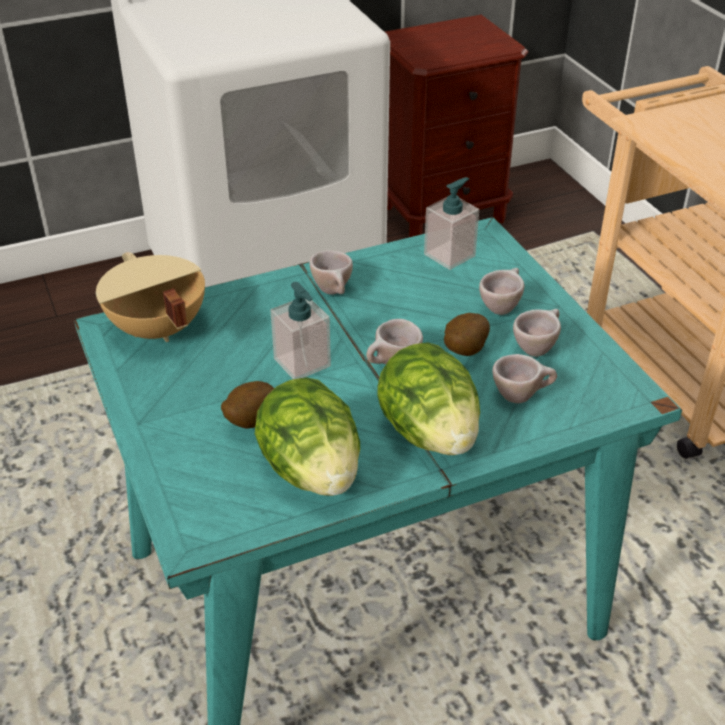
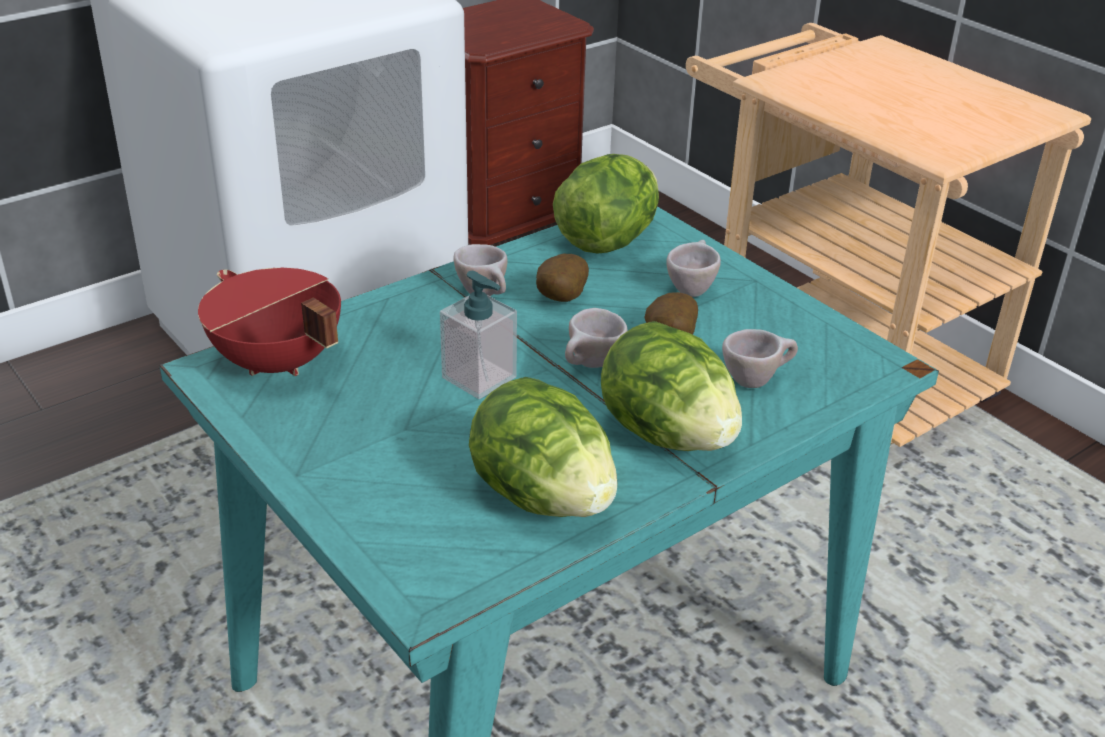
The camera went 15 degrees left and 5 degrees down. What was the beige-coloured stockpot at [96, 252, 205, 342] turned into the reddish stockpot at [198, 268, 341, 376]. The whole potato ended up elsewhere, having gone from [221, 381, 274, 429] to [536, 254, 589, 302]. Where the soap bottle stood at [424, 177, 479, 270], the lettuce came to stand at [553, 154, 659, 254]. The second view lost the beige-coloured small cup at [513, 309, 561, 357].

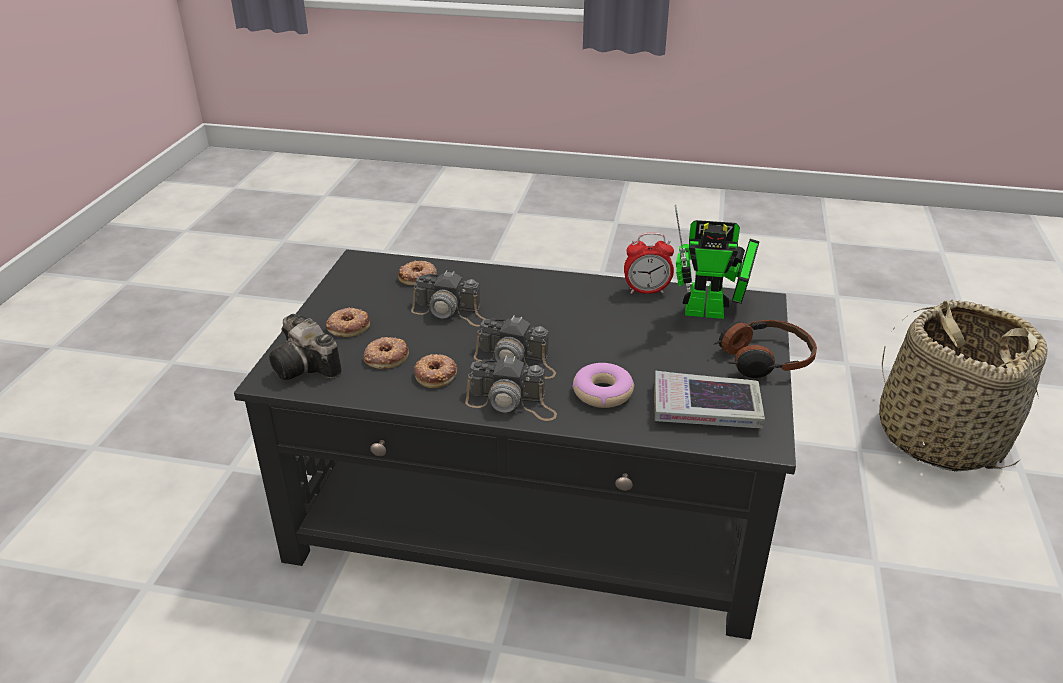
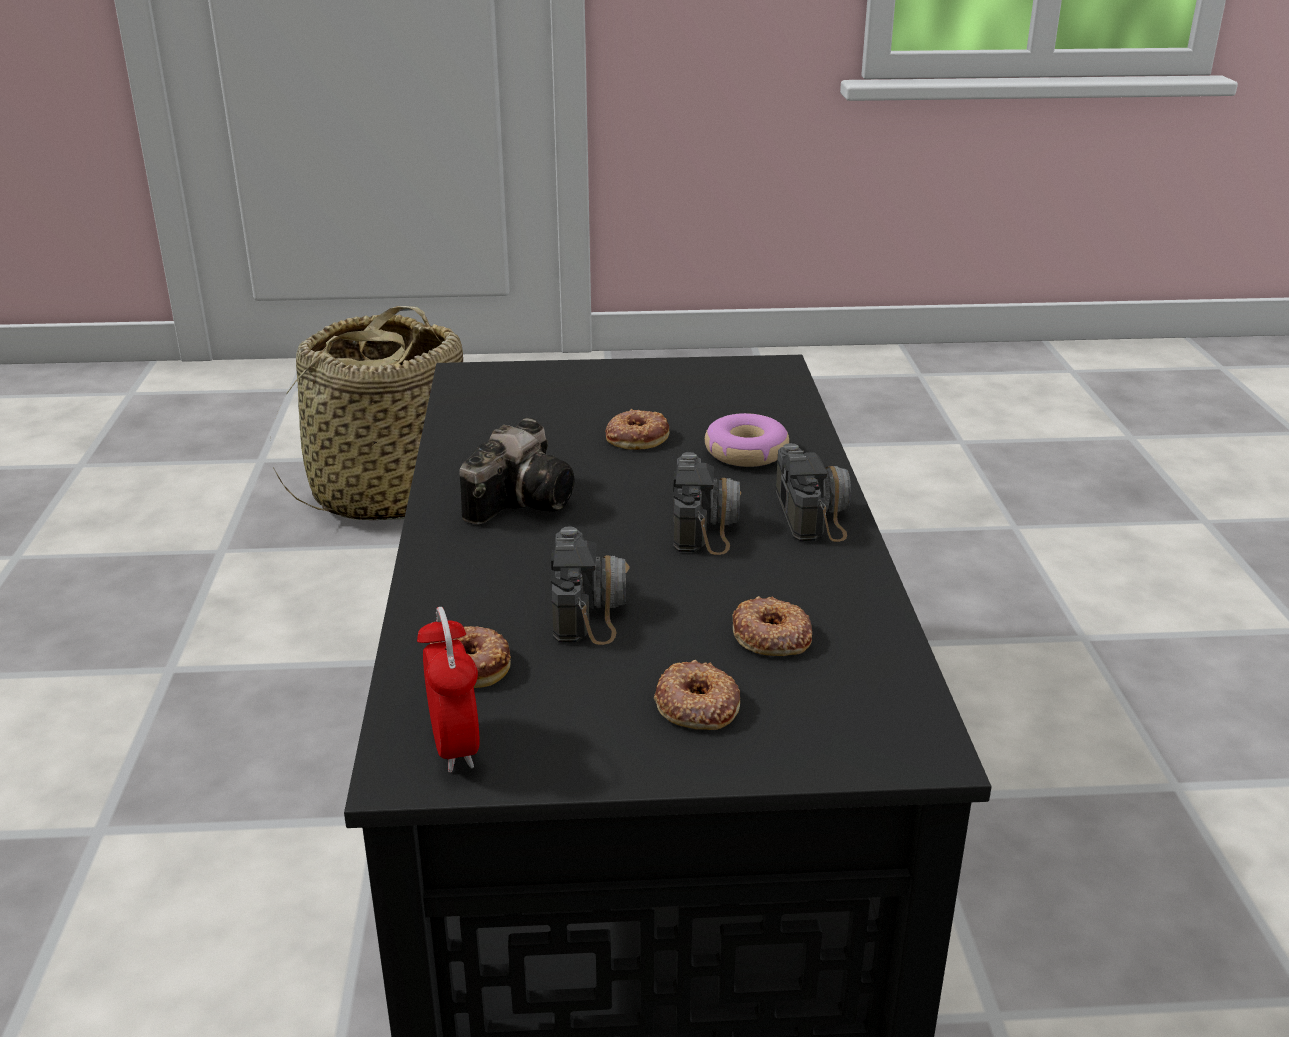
The camera went 105 degrees left and 5 degrees down. The photo camera ended up elsewhere, having gone from [269, 314, 342, 380] to [459, 418, 575, 524]. The doughnut ended up elsewhere, having gone from [414, 354, 457, 388] to [605, 409, 670, 450]. The alarm clock ended up elsewhere, having gone from [624, 233, 674, 294] to [417, 607, 480, 773]. The second view lost the book at [654, 371, 765, 429]. The second view lost the toy robot at [675, 205, 760, 319]. The second view lost the pair of headphones at [713, 320, 817, 378].

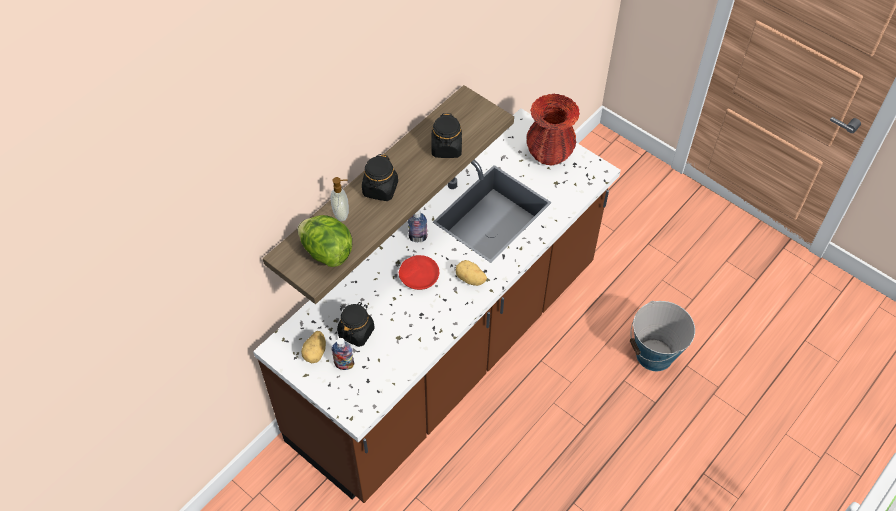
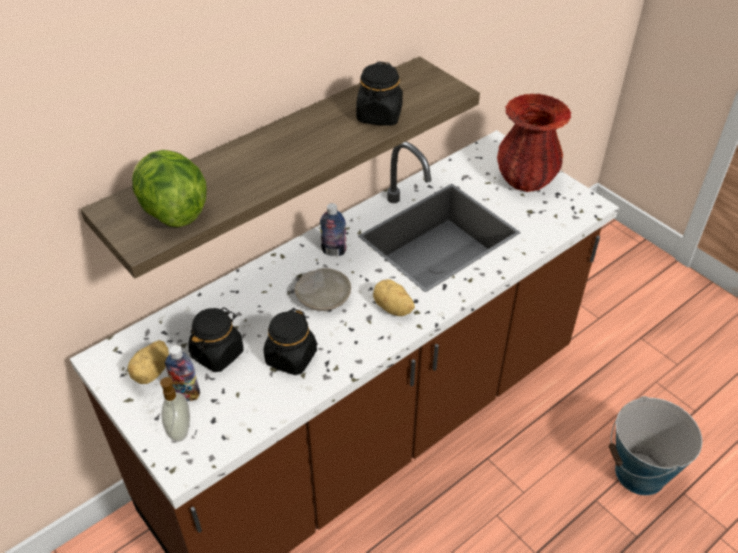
The camera went 10 degrees right and 10 degrees down. The soap bottle ended up elsewhere, having gone from [330, 177, 349, 221] to [160, 377, 190, 442]. The black-coloured jar ended up elsewhere, having gone from [362, 154, 398, 201] to [264, 308, 317, 375]. What was the reddish dinner plate at [399, 255, 439, 290] turned into the beige-coloured dinner plate at [295, 268, 351, 311].

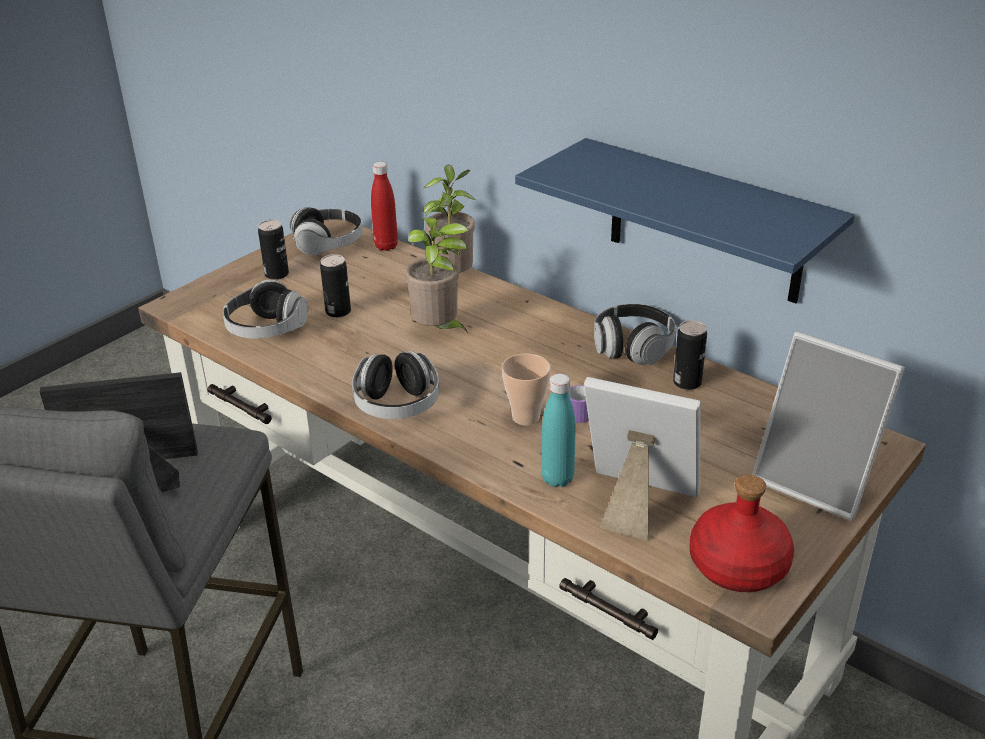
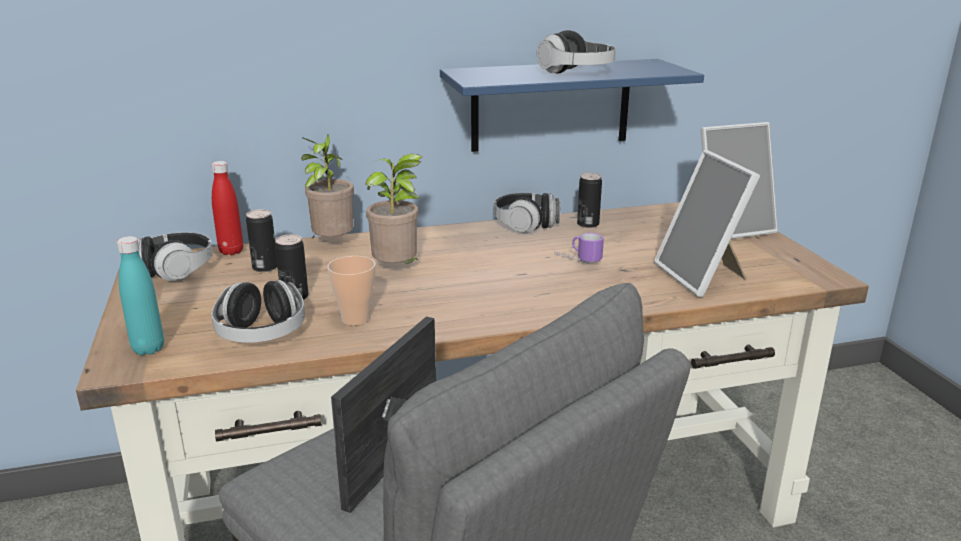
The camera went 55 degrees left and 10 degrees down. The metal can ended up elsewhere, having gone from [258, 220, 289, 280] to [246, 209, 277, 272]. The pair of headphones ended up elsewhere, having gone from [352, 351, 439, 419] to [537, 30, 616, 74]. The small cup ended up elsewhere, having gone from [502, 354, 551, 426] to [327, 256, 375, 326]. The turquoise drink bottle ended up elsewhere, having gone from [541, 373, 576, 487] to [117, 236, 164, 355]. The photo frame at [584, 377, 701, 540] ended up facing another way, 75 degrees counterclockwise from before. The second view lost the reddish drink bottle at [689, 475, 794, 592].

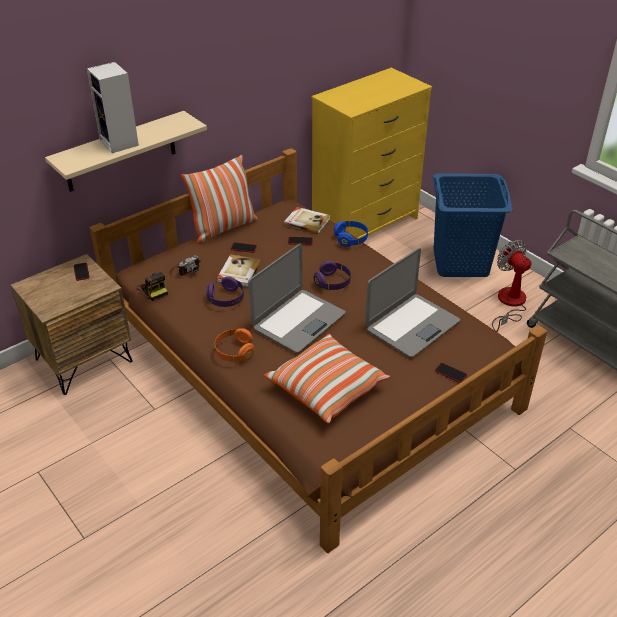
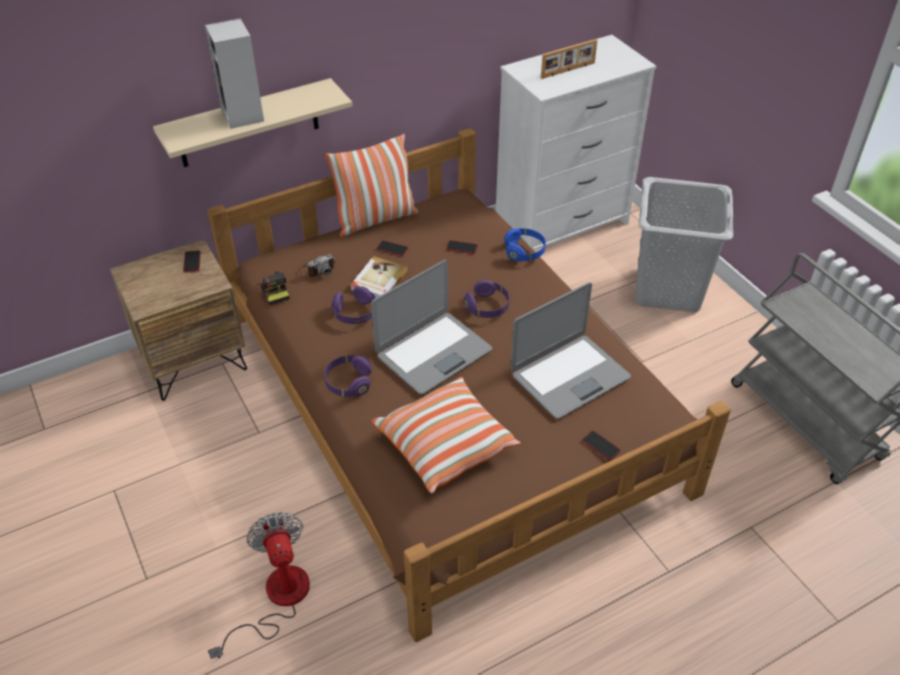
The camera went 10 degrees right and 5 degrees up. What was the orangey pair of headphones at [214, 328, 254, 362] turned into the purple-coloured pair of headphones at [324, 355, 372, 397]. The second view lost the book at [284, 207, 330, 234]. What was the yellow-coloured dresser at [311, 68, 432, 239] turned into the white dresser at [496, 35, 656, 250]. What was the blue laundry basket at [433, 173, 513, 277] turned into the grey laundry basket at [635, 177, 733, 312]. The cooling fan ended up elsewhere, having gone from [492, 240, 531, 332] to [208, 512, 310, 659]. The second view gained the photo frame at [541, 39, 597, 79].

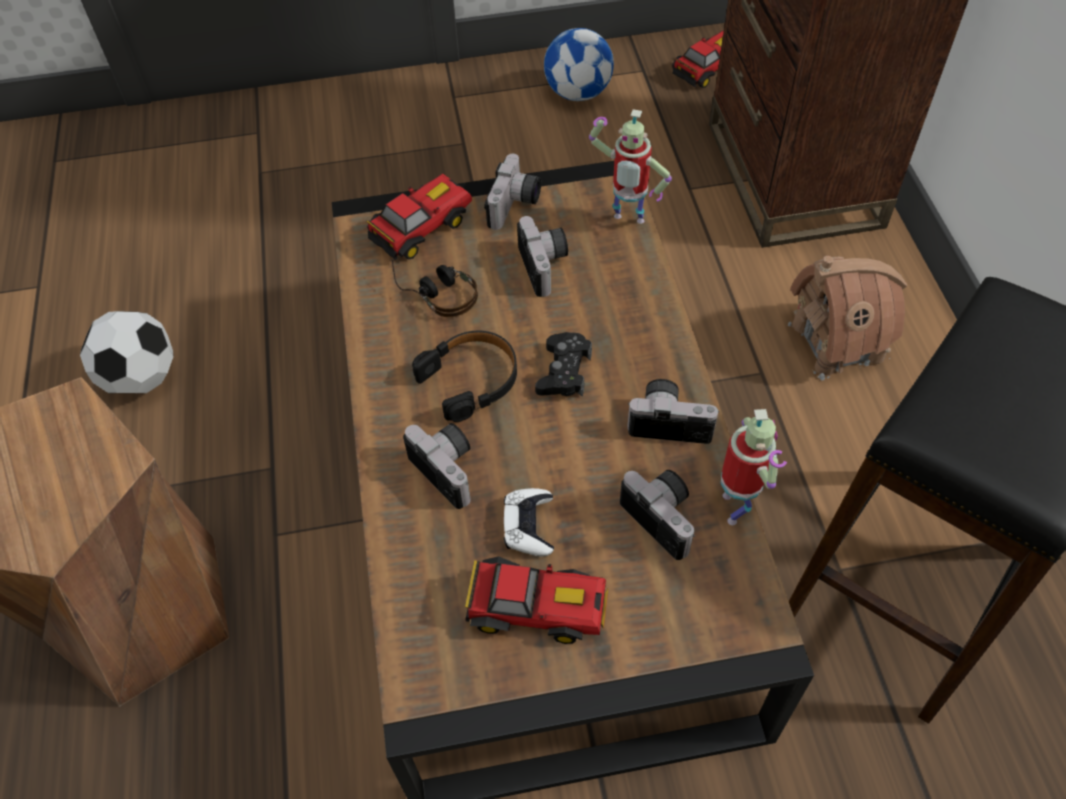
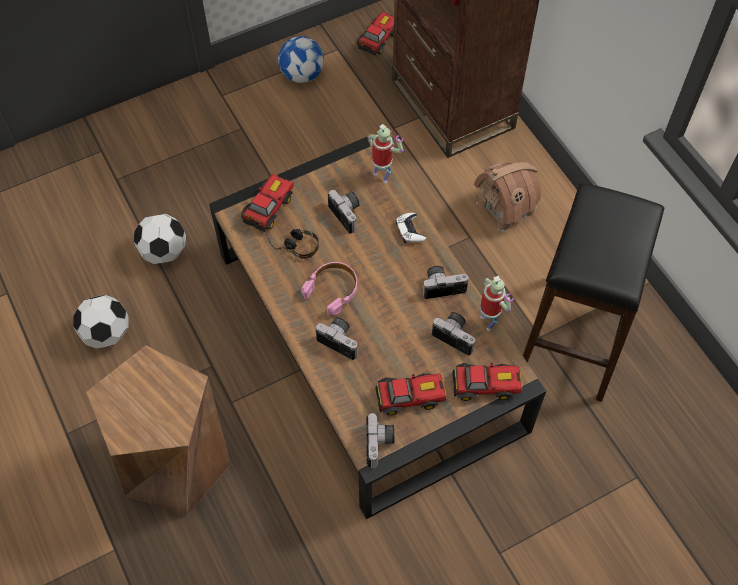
The camera went 20 degrees left and 5 degrees up. What was the black-coloured pair of headphones at [412, 331, 517, 422] turned into the pink pair of headphones at [301, 262, 357, 316]. The photo camera ended up elsewhere, having gone from [484, 154, 541, 230] to [366, 413, 394, 468]. The white joypad ended up elsewhere, having gone from [504, 488, 554, 556] to [396, 213, 426, 243]. The second view lost the black-coloured joypad at [535, 332, 592, 397]. The toy robot at [589, 109, 672, 224] ended up facing another way, 135 degrees counterclockwise from before. The second view gained the ball for football at [134, 214, 186, 264]. The second view gained the toy car at [452, 363, 523, 401].

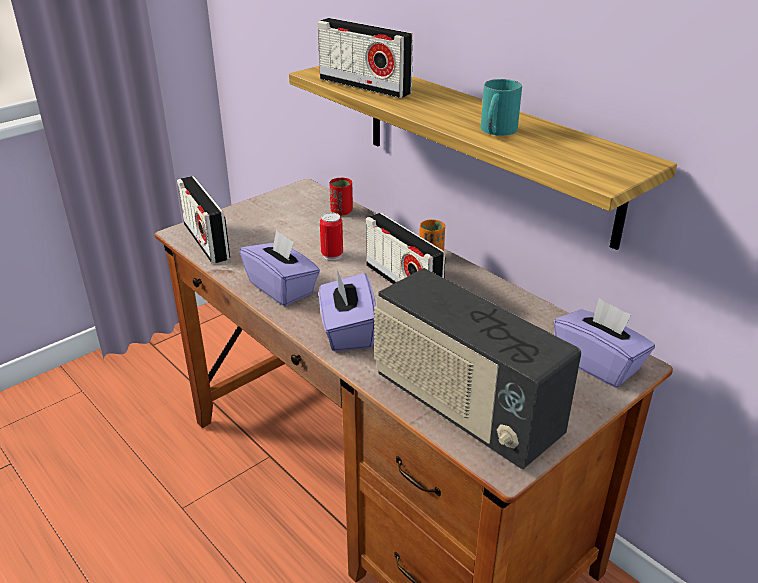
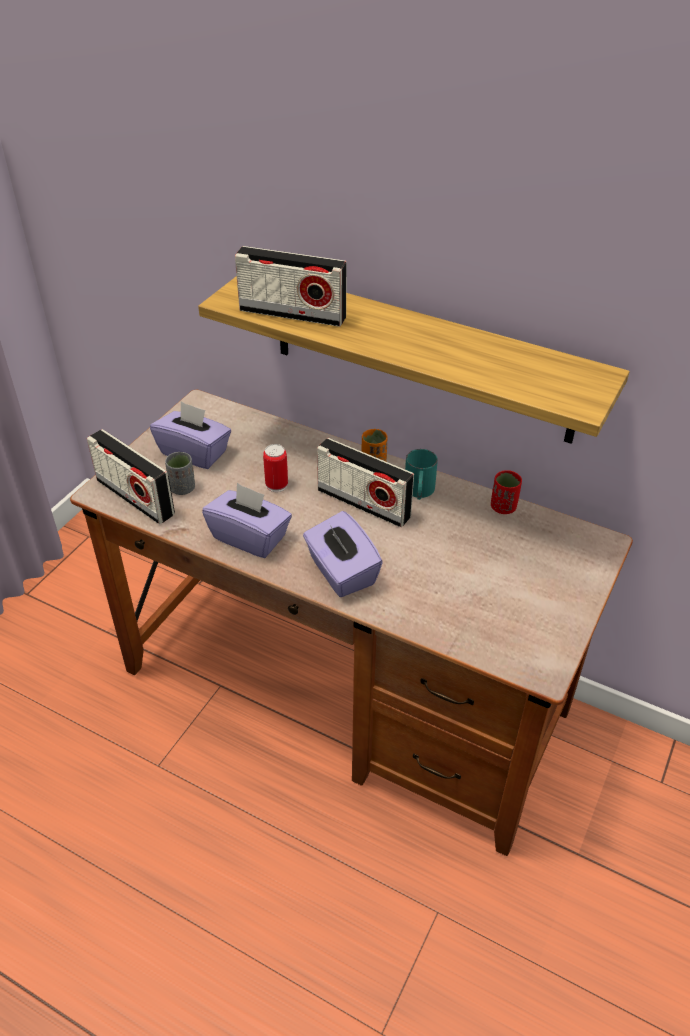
The camera went 20 degrees left and 10 degrees up. The reddish small cup ended up elsewhere, having gone from [329, 178, 353, 215] to [491, 470, 522, 514]. The second view lost the radio at [374, 268, 581, 469]. The turquoise tea mug ended up elsewhere, having gone from [481, 79, 522, 136] to [405, 449, 438, 500]. The purple-coloured tissue box ended up elsewhere, having gone from [554, 298, 655, 388] to [150, 401, 231, 469]. The second view gained the grey small cup at [165, 452, 195, 495].

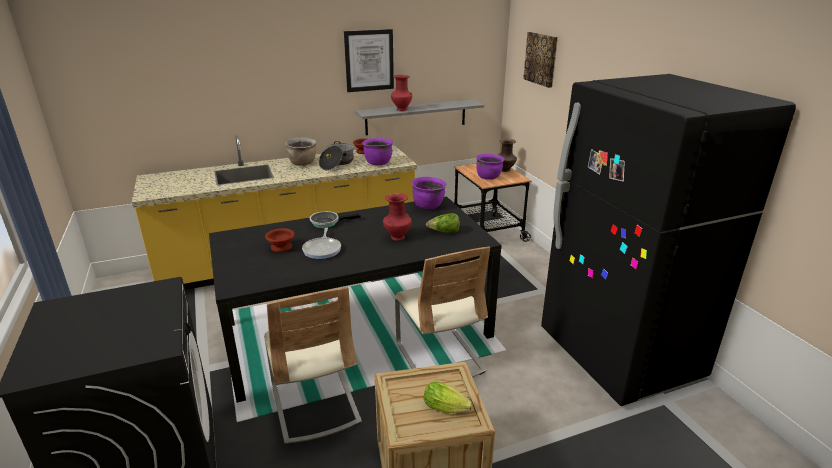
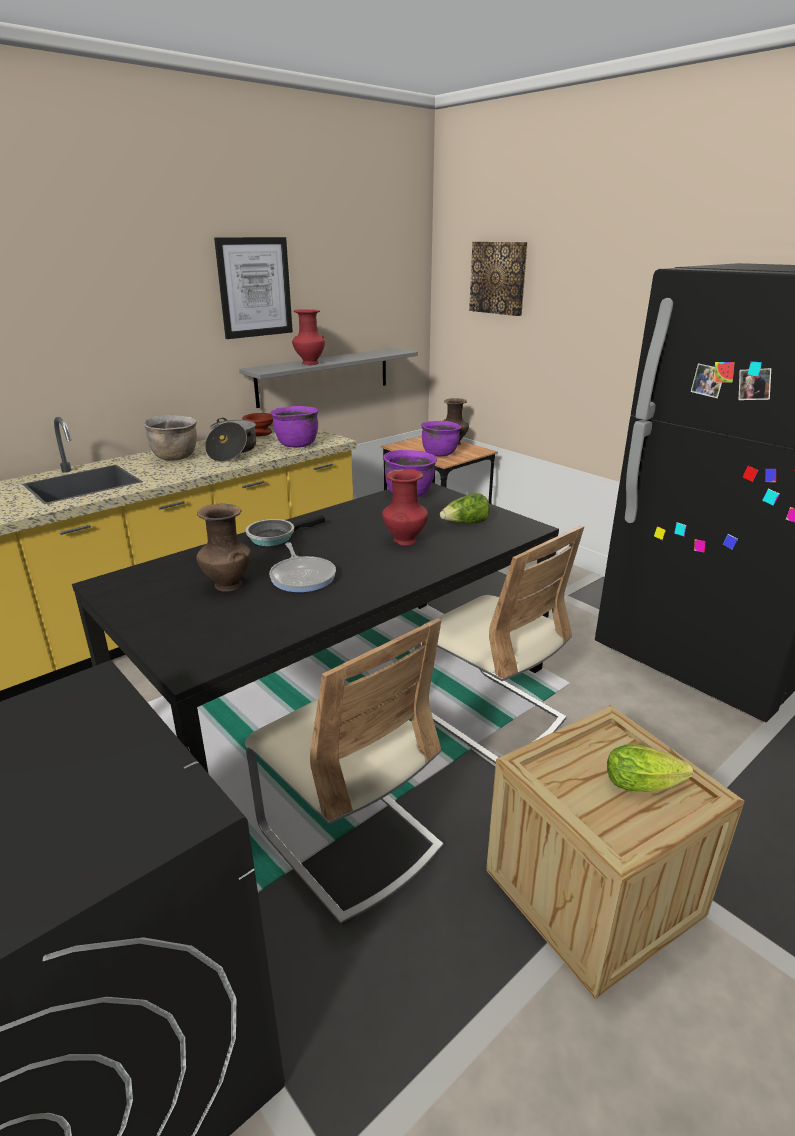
The camera went 20 degrees left and 0 degrees up. Where the brown deep dish stood at [265, 228, 295, 253], the brown decorative vase came to stand at [196, 504, 251, 592].

